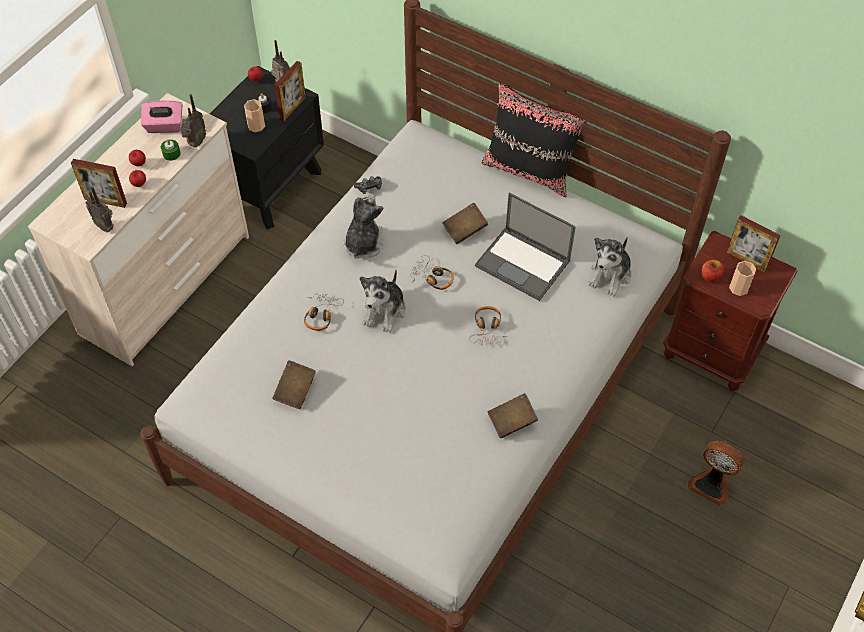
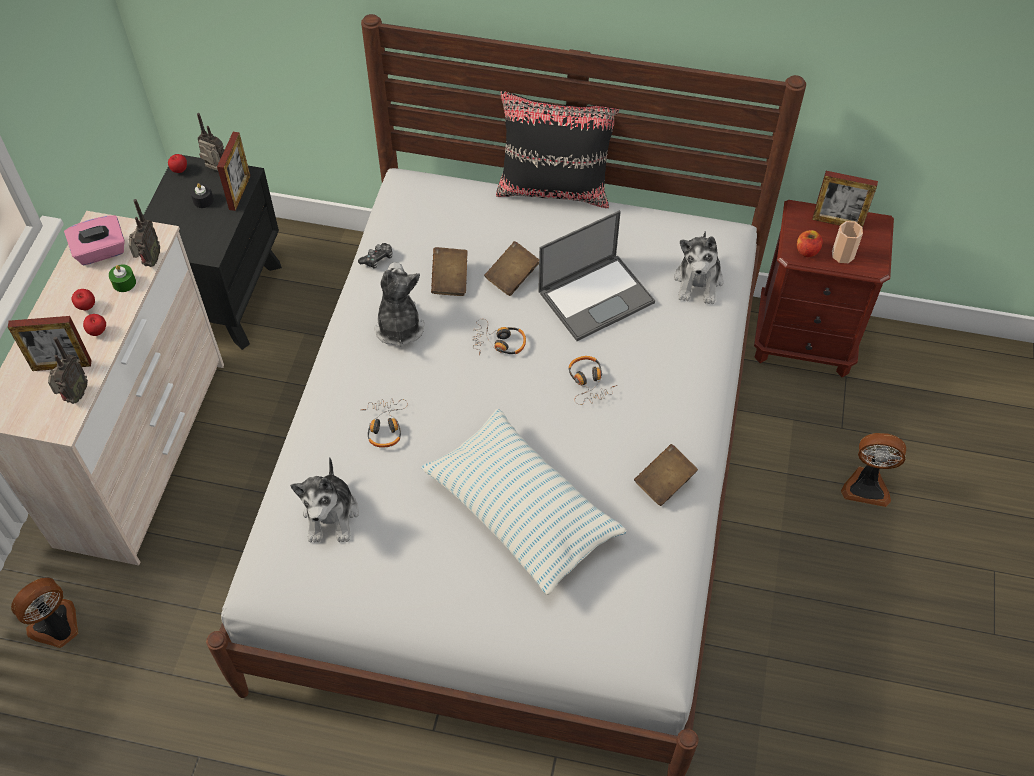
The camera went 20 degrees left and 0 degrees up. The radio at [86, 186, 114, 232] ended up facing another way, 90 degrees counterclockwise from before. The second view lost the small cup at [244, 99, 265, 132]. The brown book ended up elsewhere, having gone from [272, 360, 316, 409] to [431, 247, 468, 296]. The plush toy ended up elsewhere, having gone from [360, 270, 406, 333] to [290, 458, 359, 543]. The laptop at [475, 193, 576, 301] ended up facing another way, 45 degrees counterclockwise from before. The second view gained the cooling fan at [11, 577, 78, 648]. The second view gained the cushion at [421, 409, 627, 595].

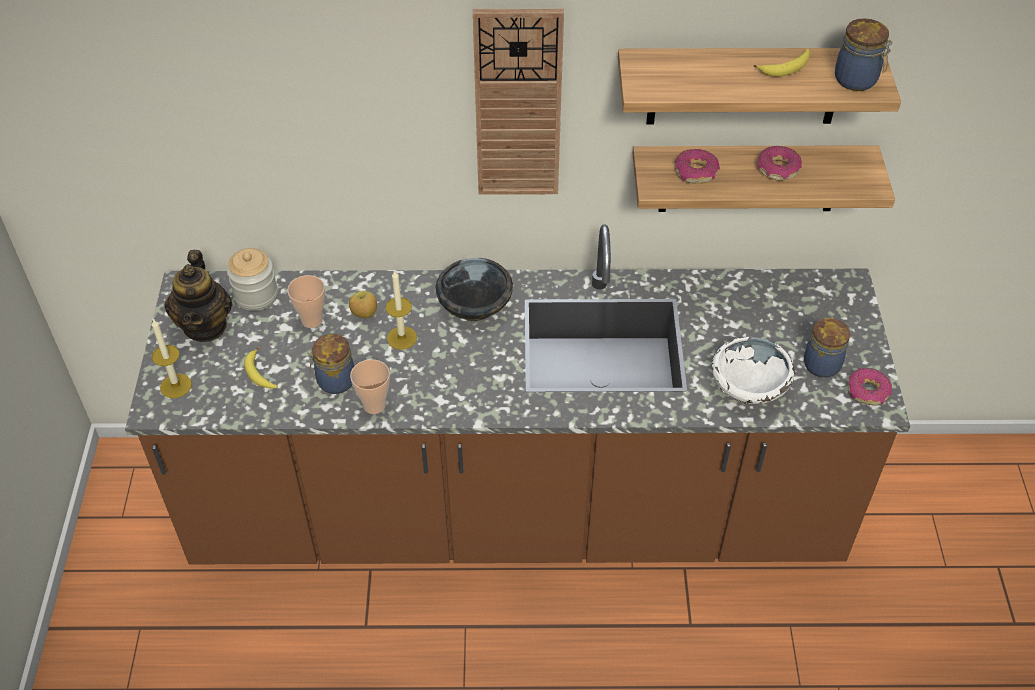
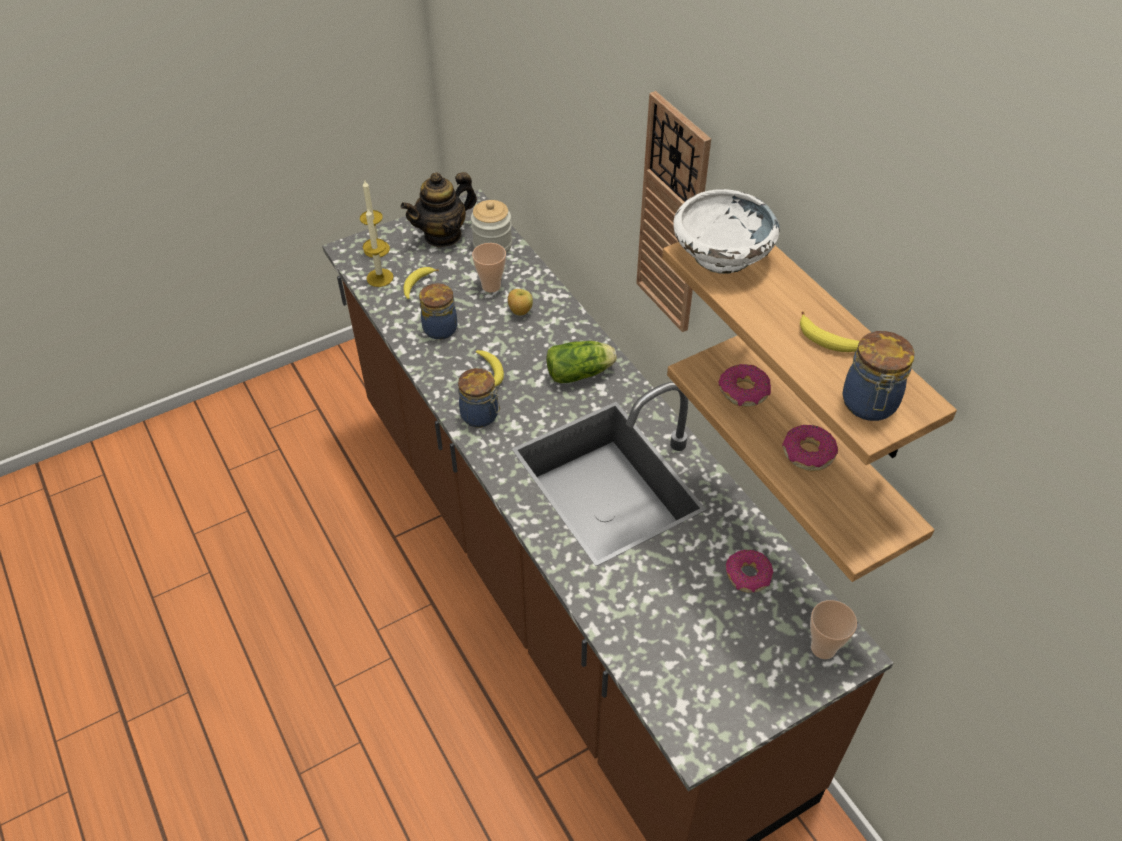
The camera went 60 degrees right and 0 degrees up. The small cup ended up elsewhere, having gone from [350, 359, 390, 414] to [810, 600, 857, 659]. The wax light ended up elsewhere, having gone from [385, 270, 417, 350] to [363, 209, 394, 287]. Where the black-coloured deep dish stood at [436, 258, 513, 322], the lettuce came to stand at [546, 341, 617, 383]. The white deep dish ended up elsewhere, having gone from [712, 337, 795, 405] to [673, 189, 780, 274]. The jar ended up elsewhere, having gone from [804, 318, 851, 378] to [458, 368, 500, 428]. The doughnut ended up elsewhere, having gone from [848, 368, 892, 405] to [726, 550, 773, 593]. The second view gained the whole banana at [476, 350, 504, 386].

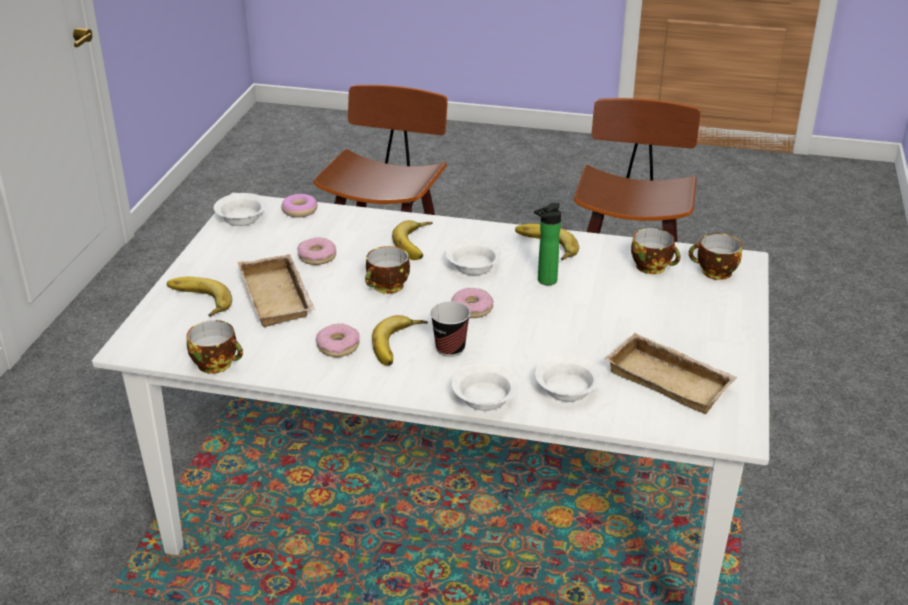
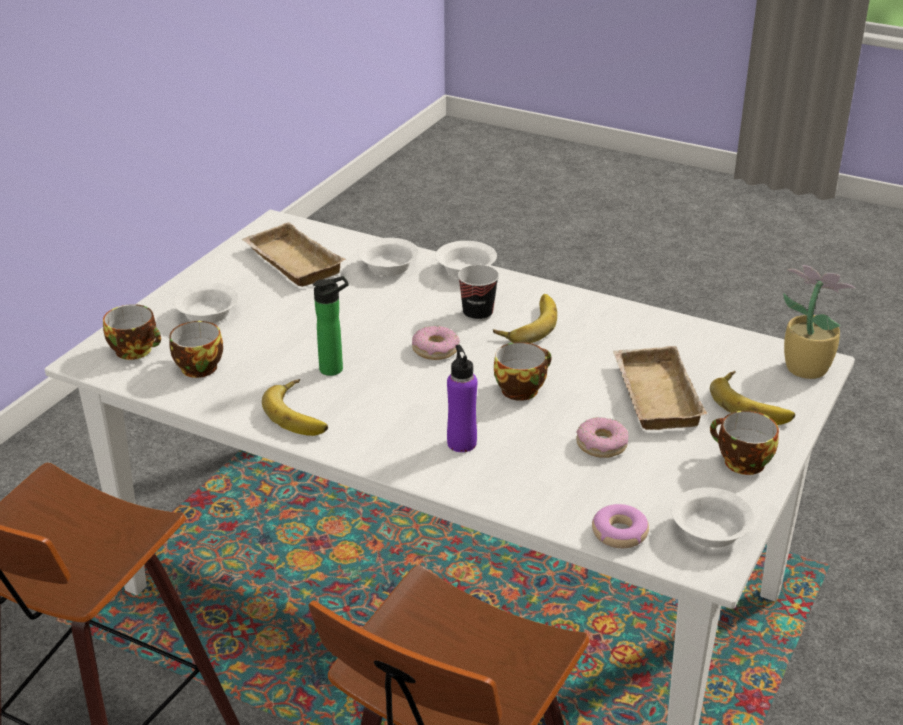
The camera went 165 degrees left and 0 degrees up. The small cup ended up elsewhere, having gone from [187, 320, 243, 374] to [710, 411, 779, 475]. The second view lost the doughnut at [316, 323, 359, 357]. Where the whole banana stood at [392, 220, 433, 260], the purple-coloured drink bottle came to stand at [447, 345, 477, 452]. The white deep dish ended up elsewhere, having gone from [446, 239, 502, 275] to [173, 283, 239, 323]. The second view gained the plant in a pot at [783, 265, 856, 379].

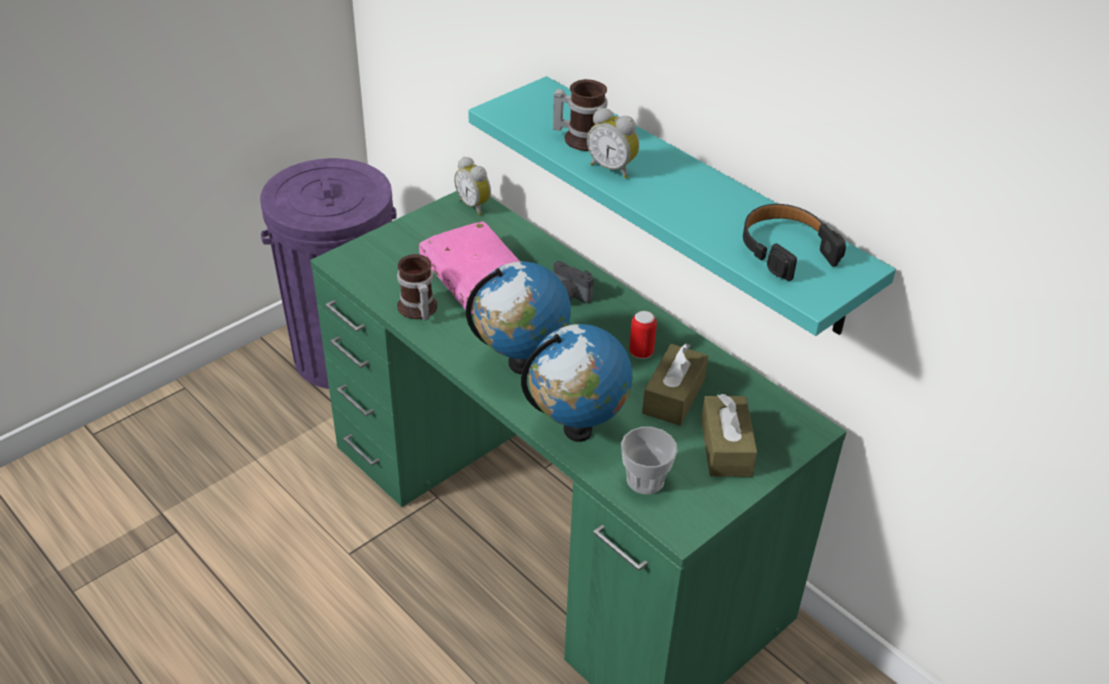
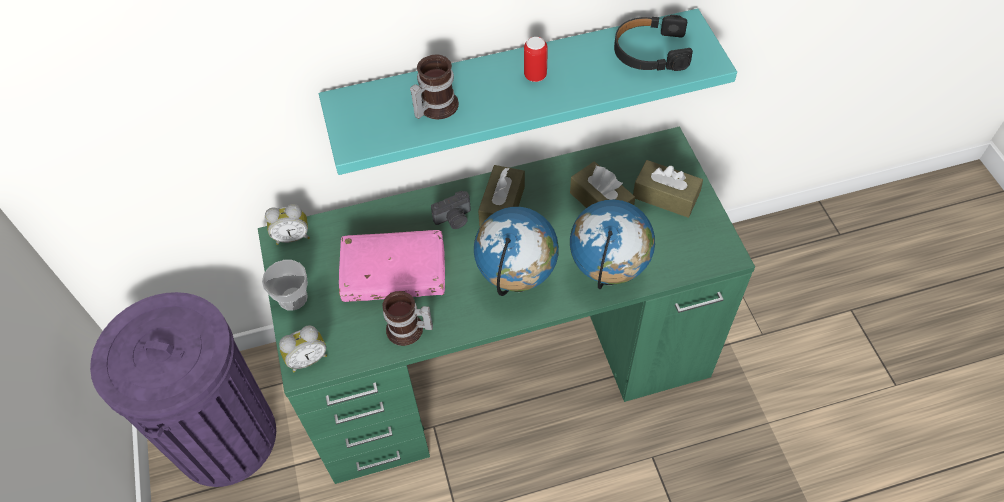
The camera went 60 degrees left and 15 degrees up. The alarm clock ended up elsewhere, having gone from [587, 108, 639, 178] to [279, 326, 327, 372]. The small cup ended up elsewhere, having gone from [621, 427, 678, 494] to [262, 260, 308, 311]. The metal can ended up elsewhere, having gone from [629, 311, 657, 359] to [524, 37, 548, 82]. The second view gained the brown tissue box at [478, 165, 525, 226].

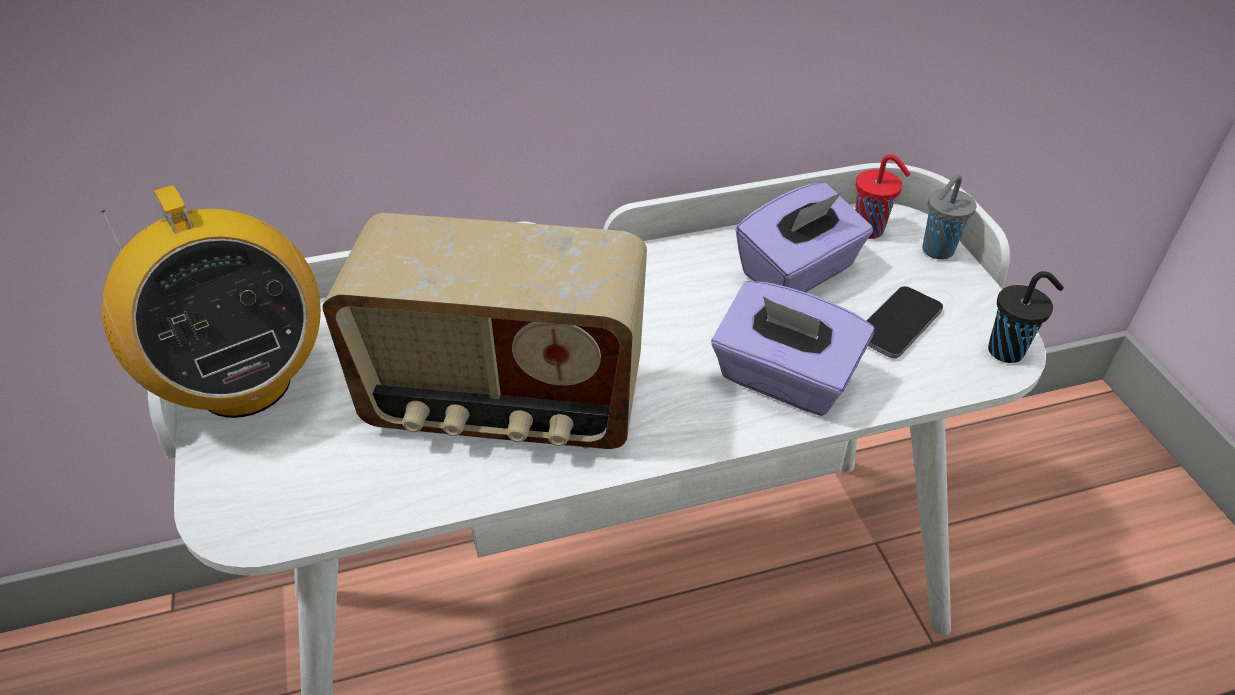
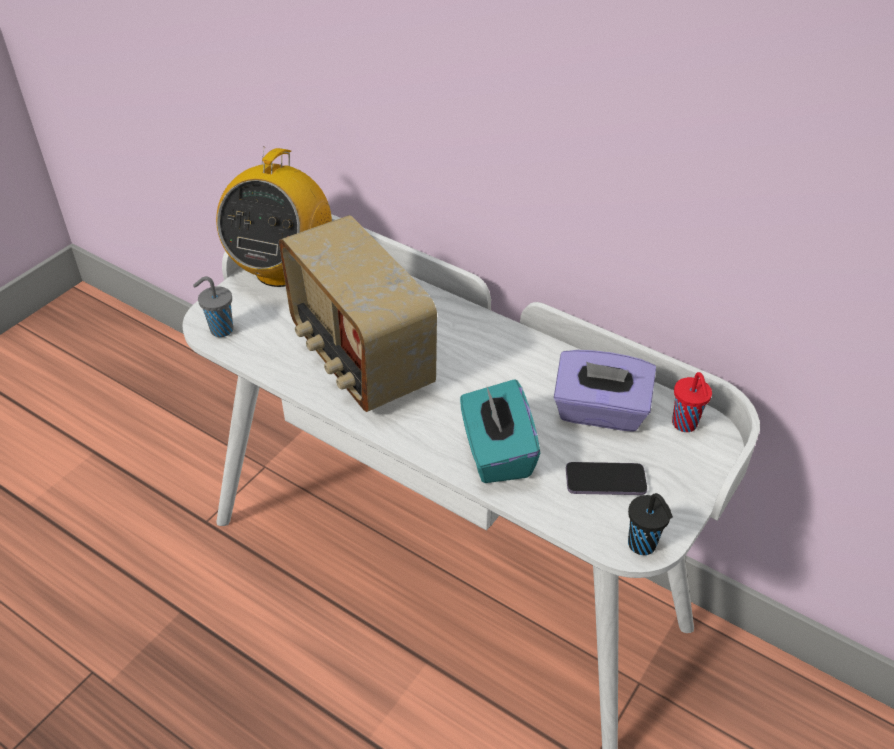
The camera went 50 degrees right and 0 degrees up. What was the purple-coloured tissue box at [711, 281, 874, 416] turned into the turquoise tissue box at [460, 379, 540, 483]. The grey small cup ended up elsewhere, having gone from [922, 174, 977, 260] to [193, 277, 233, 337].

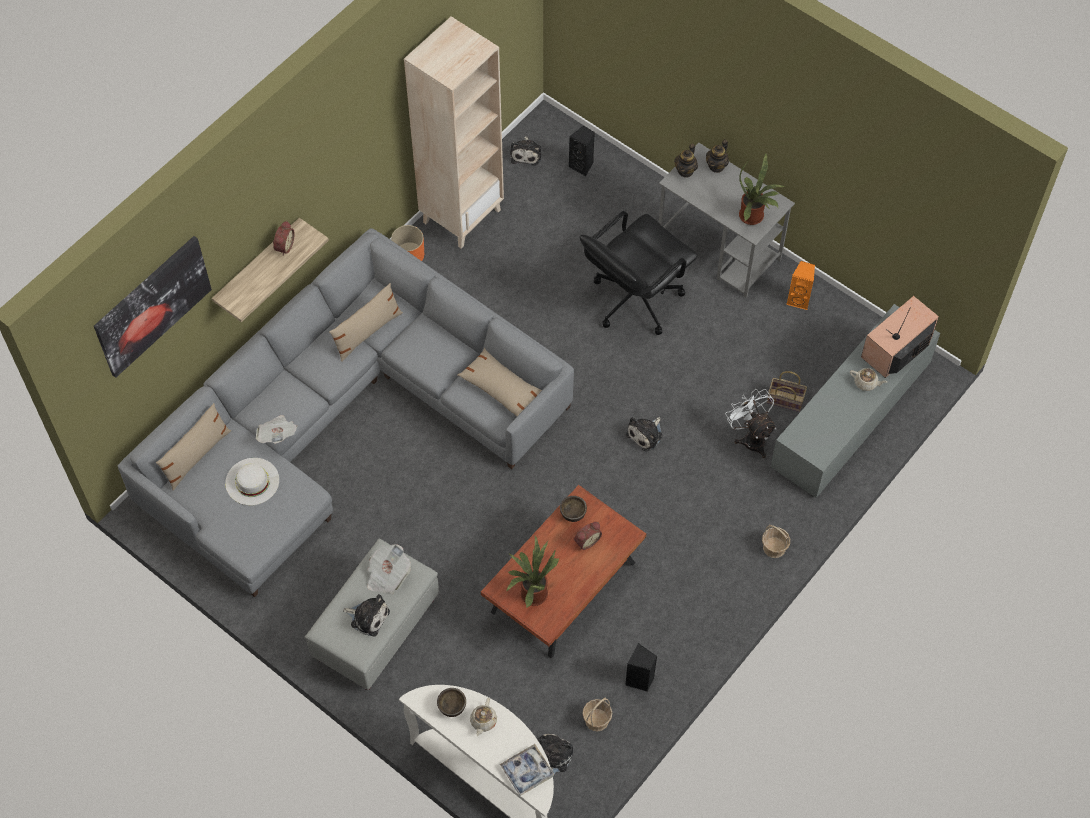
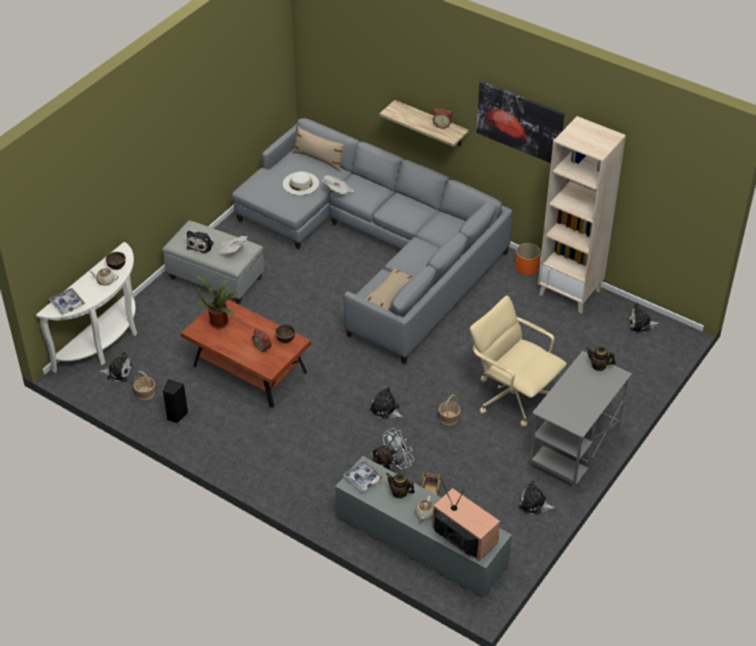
The camera went 85 degrees right and 15 degrees down. The wall picture ended up elsewhere, having gone from [94, 236, 212, 378] to [476, 81, 564, 163]. The second view lost the beige-coloured cushion at [329, 283, 403, 362]. The second view lost the black-coloured audio speaker at [569, 126, 595, 176]. What was the black-coloured computer chair at [580, 211, 698, 335] turned into the beige-coloured computer chair at [470, 295, 567, 427]. The teapot ended up elsewhere, having gone from [706, 139, 729, 173] to [386, 473, 415, 499]. The second view lost the plant in a pot at [739, 153, 785, 225]. The storage basket ended up elsewhere, having gone from [762, 525, 790, 558] to [439, 394, 460, 425]. Where the orangey audio speaker stood at [786, 261, 815, 310], the plush toy came to stand at [518, 480, 555, 515]. The second view gained the serving tray at [343, 461, 384, 493].

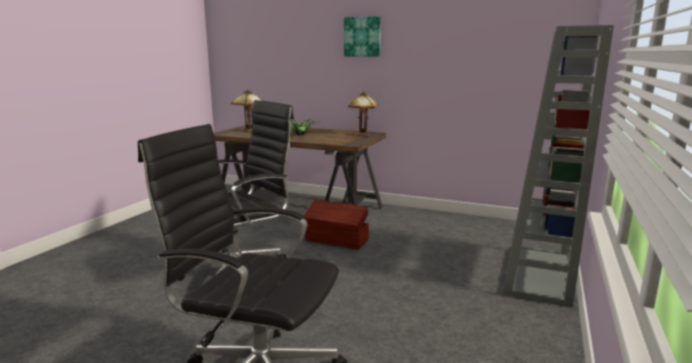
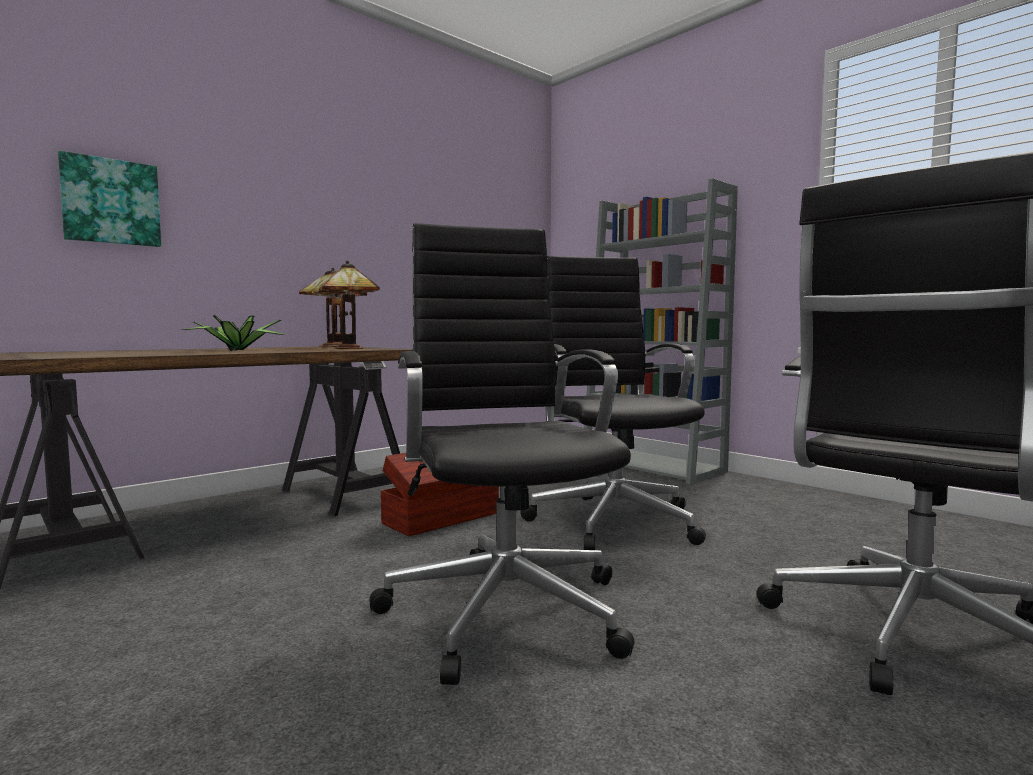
The camera went 65 degrees left and 10 degrees down. The lamp for a table ended up elsewhere, having gone from [231, 89, 263, 132] to [319, 261, 380, 349]. The wall picture ended up elsewhere, having gone from [344, 16, 381, 57] to [58, 151, 161, 247]. The second view gained the black-coloured computer chair at [520, 256, 706, 550].

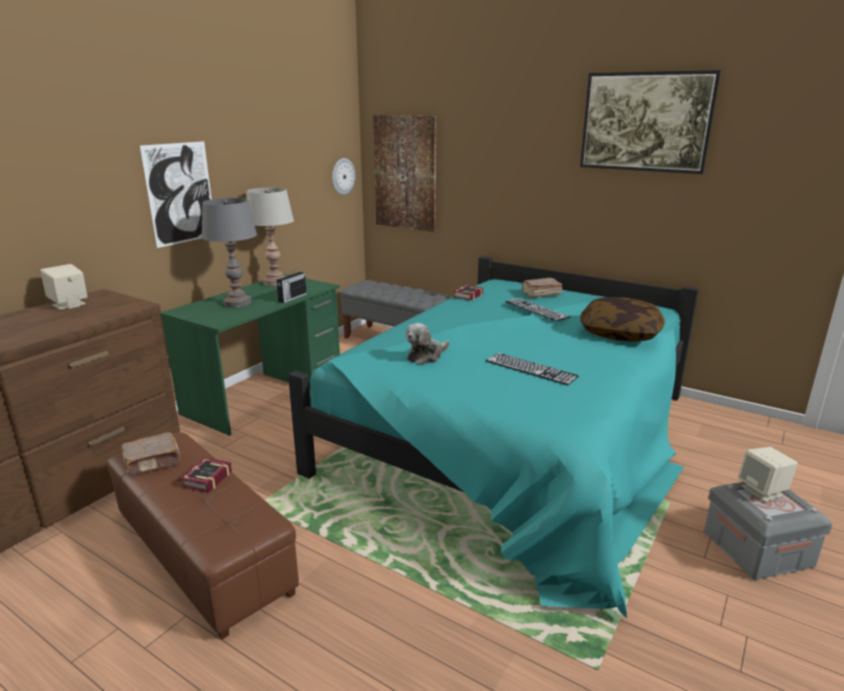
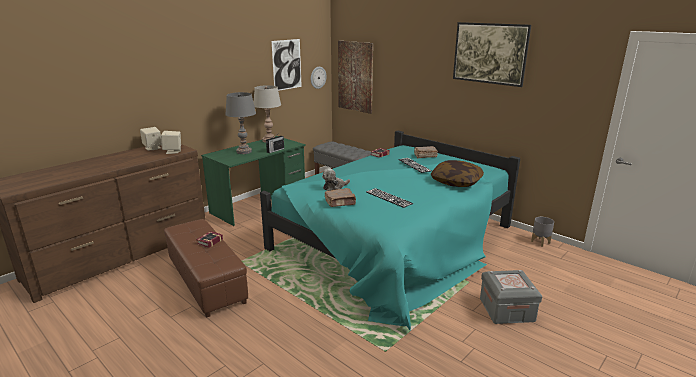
The camera went 10 degrees right and 0 degrees up. The brown book ended up elsewhere, having gone from [121, 433, 181, 475] to [325, 188, 356, 207]. The wall picture ended up elsewhere, having gone from [140, 141, 212, 248] to [271, 39, 302, 91]. The beige-coloured audio speaker ended up elsewhere, having gone from [738, 447, 798, 502] to [161, 131, 181, 154]. The second view gained the grey plant pot at [531, 217, 554, 247].

